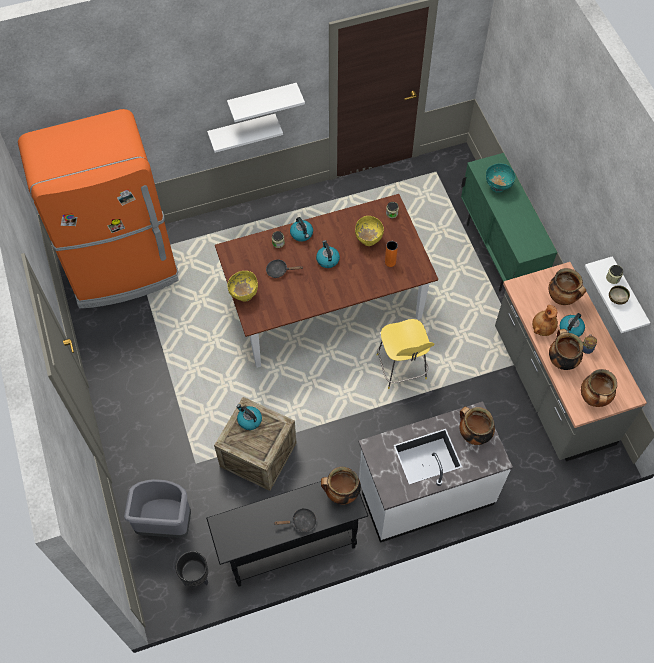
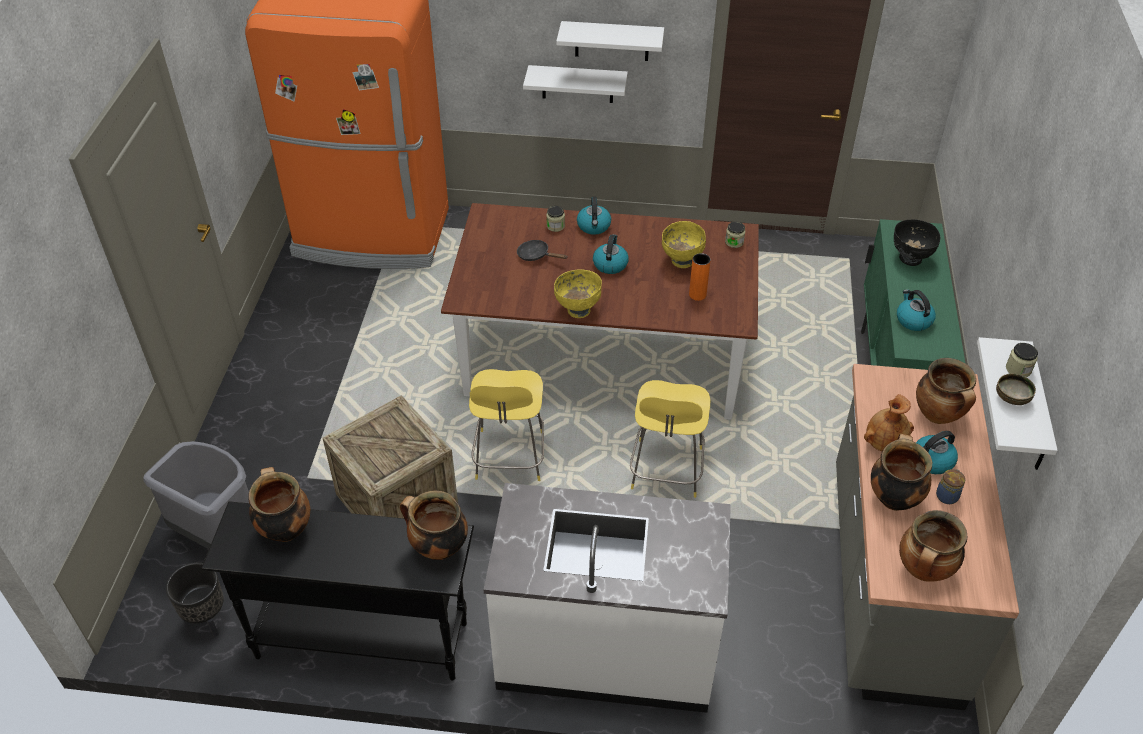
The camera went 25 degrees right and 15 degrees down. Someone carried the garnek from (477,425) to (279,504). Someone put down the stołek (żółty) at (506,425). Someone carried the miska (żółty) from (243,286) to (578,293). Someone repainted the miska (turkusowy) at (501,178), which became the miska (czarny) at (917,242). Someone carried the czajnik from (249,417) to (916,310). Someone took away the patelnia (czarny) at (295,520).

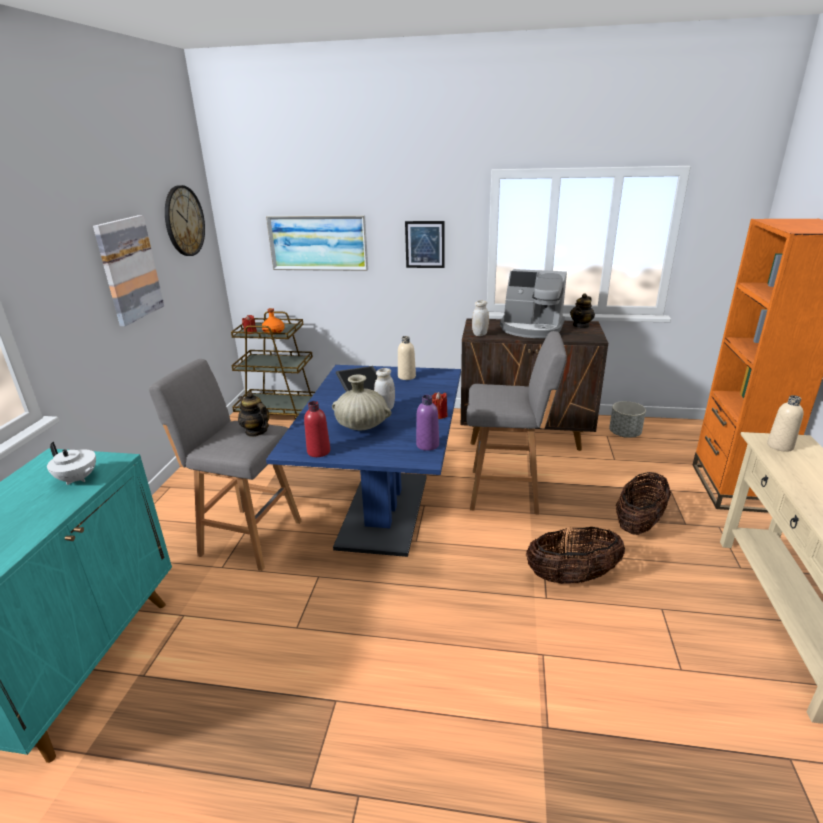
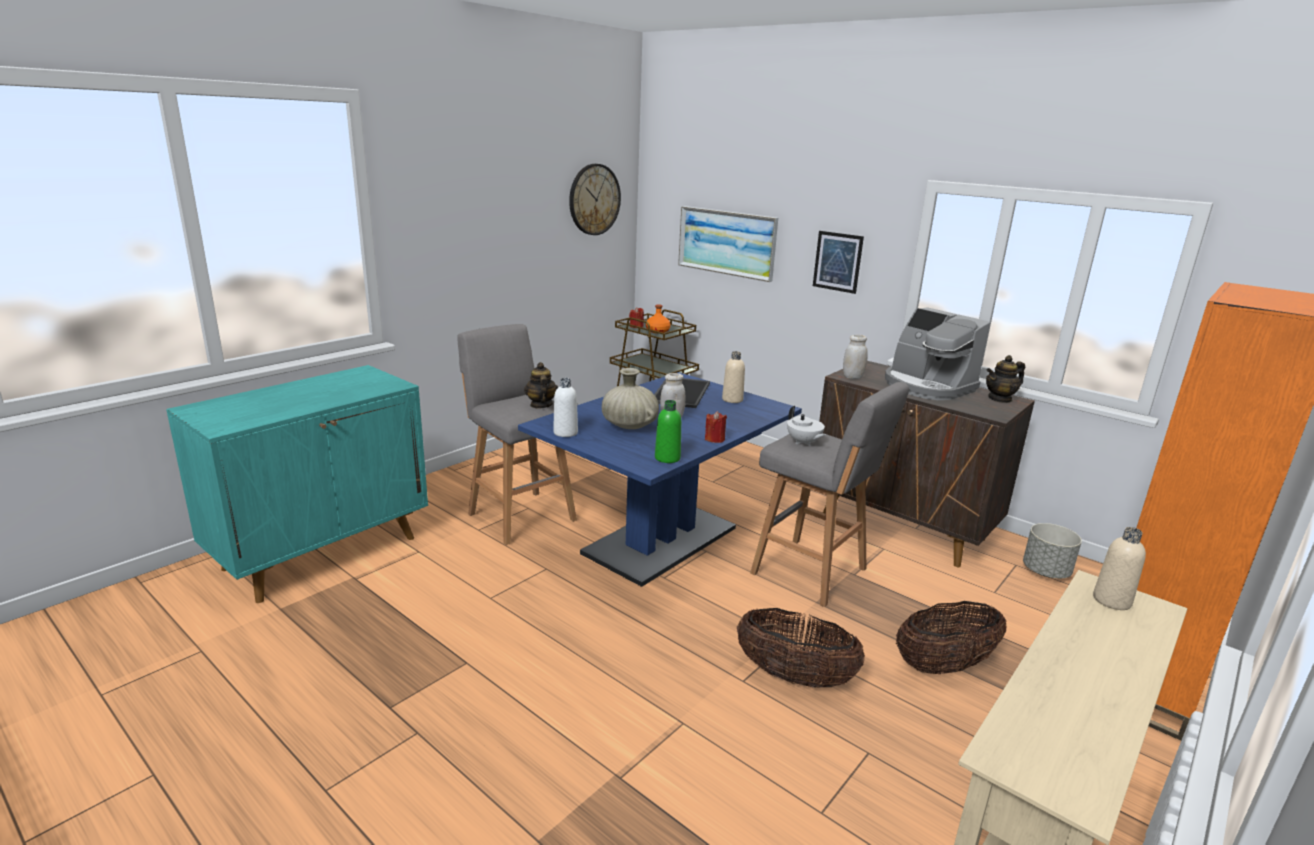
The camera went 30 degrees right and 5 degrees down. Someone repainted the butelka (czerwony) at (317,429), which became the butelka (biały) at (565,407). Someone repainted the butelka (fioletowy) at (427,423), which became the butelka (zielony) at (668,431). Someone carried the imbryk (biały) from (71,463) to (806,426). Someone took away the obraz at (128,270).

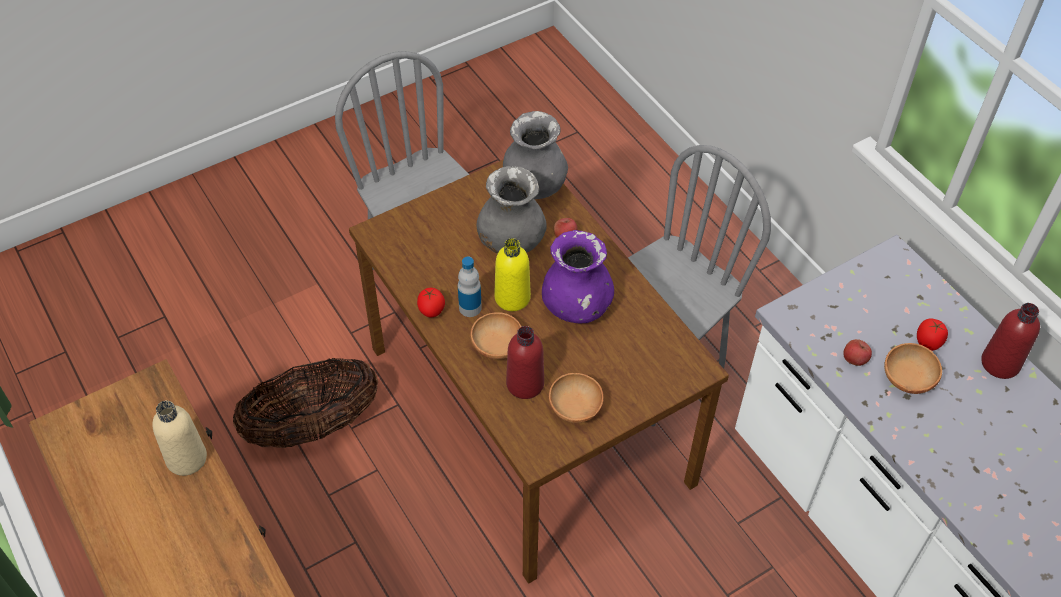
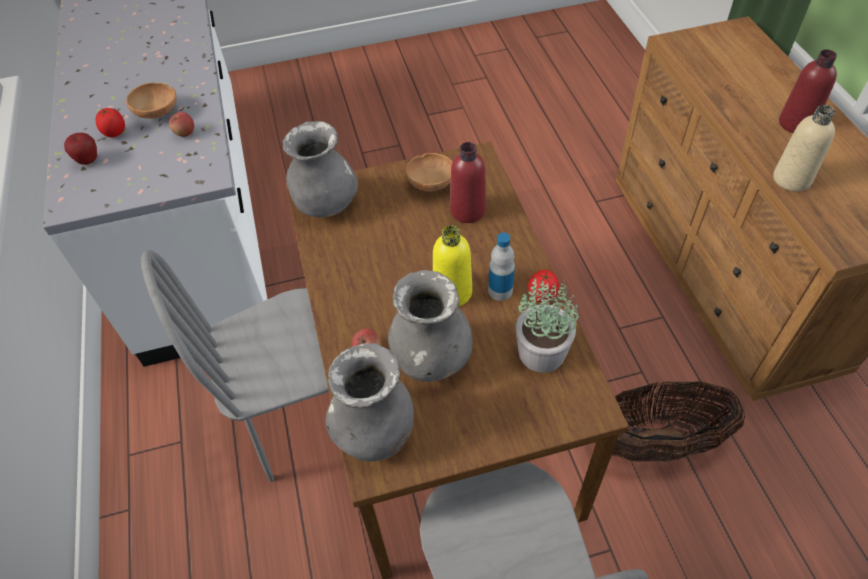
The camera went 160 degrees left and 0 degrees up. Someone put down the jabłko at (80,149). Someone put down the wazon (szary) at (320,169). Someone put down the roślina doniczkowa at (547,325). Someone carried the butelka (czerwony) from (1010,341) to (808,91). Someone took away the miska (brązowy) at (496,335). Someone took away the wazon (fioletowy) at (578,276).

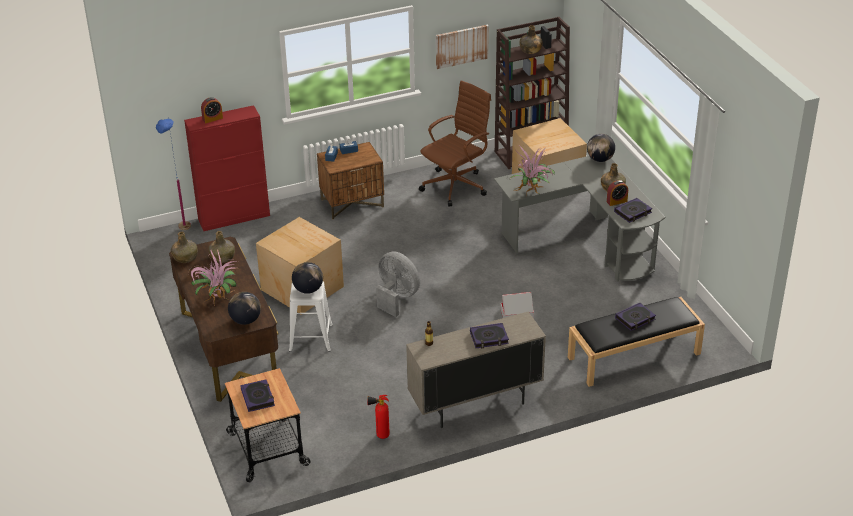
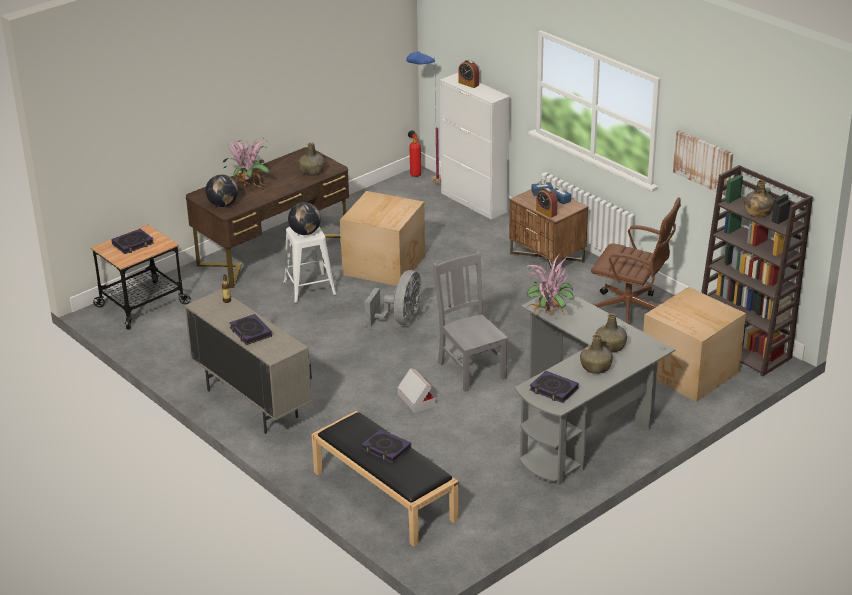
The camera went 70 degrees right and 5 degrees down. Someone carried the gaśnica from (378,417) to (414,153). Someone put down the krzesło (szary) at (470,321). Someone repainted the szafka (czerwony) at (227,168), which became the szafka (biały) at (475,146). Someone carried the budzik from (617,193) to (547,203). Someone carried the butelka (zielony) from (184,247) to (611,333). Someone took away the globus at (601,148).

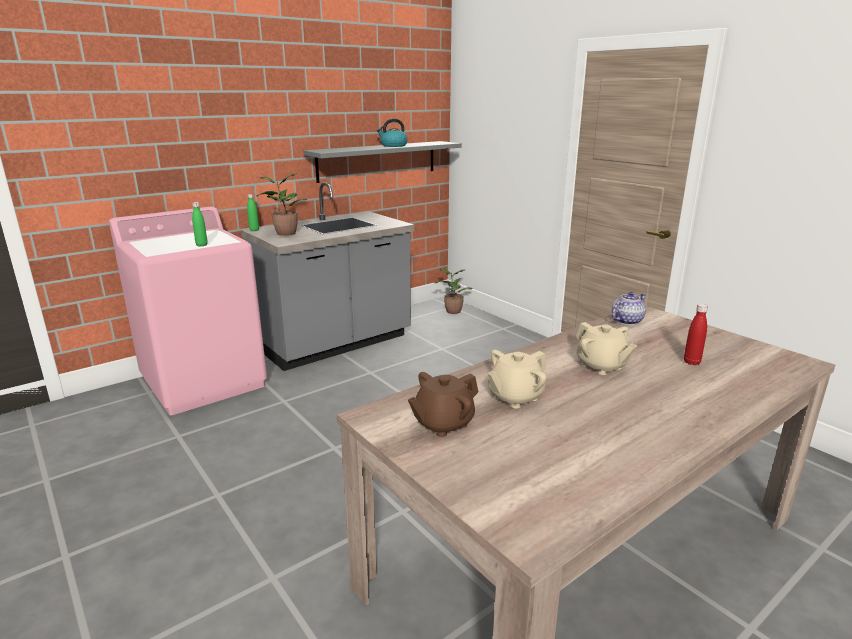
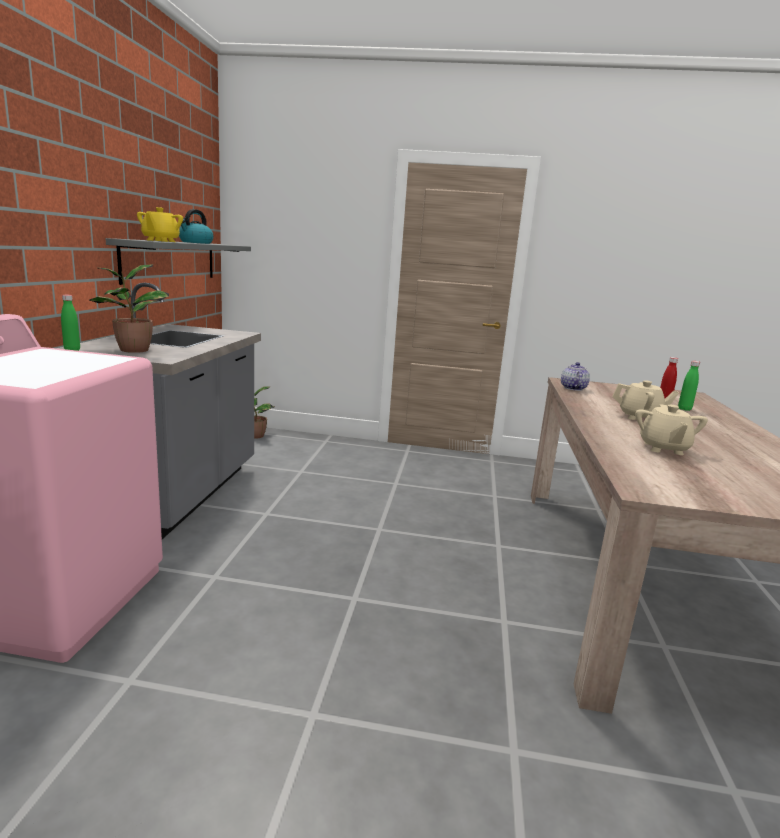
The camera went 45 degrees left and 5 degrees down. Someone put down the imbryk (żółty) at (160,224). Someone carried the butelka (zielony) from (200,224) to (689,386). Someone took away the imbryk (brązowy) at (443,404).

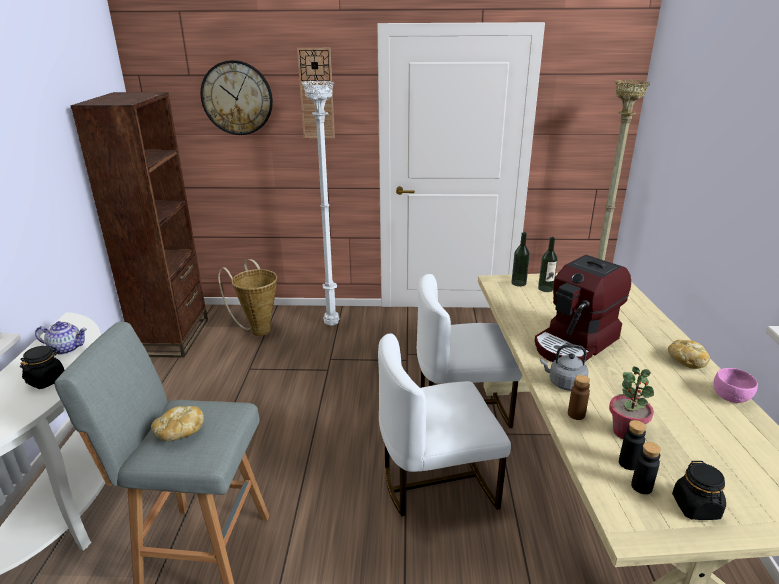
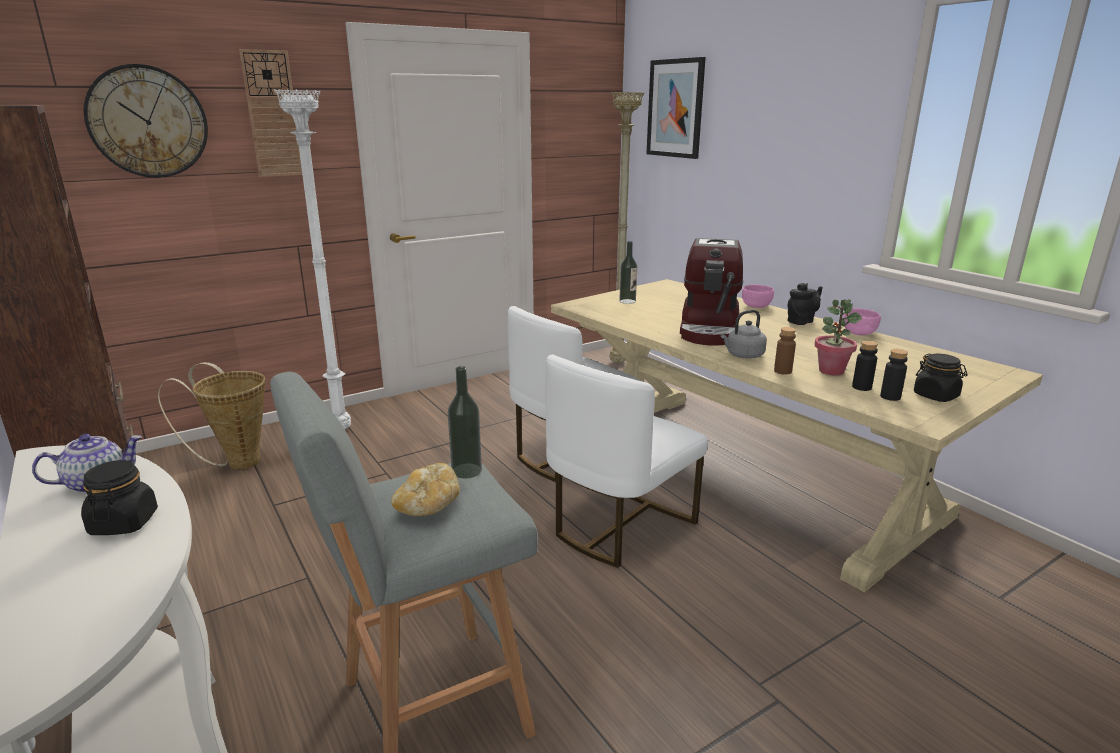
The camera went 35 degrees left and 5 degrees down. Someone carried the butelka from (520,259) to (465,422). Someone put up the obraz at (676,108). Someone put down the miska (różowy) at (758,296). Someone swapped the chleb at (689,354) for the imbryk (czarny) at (805,304).

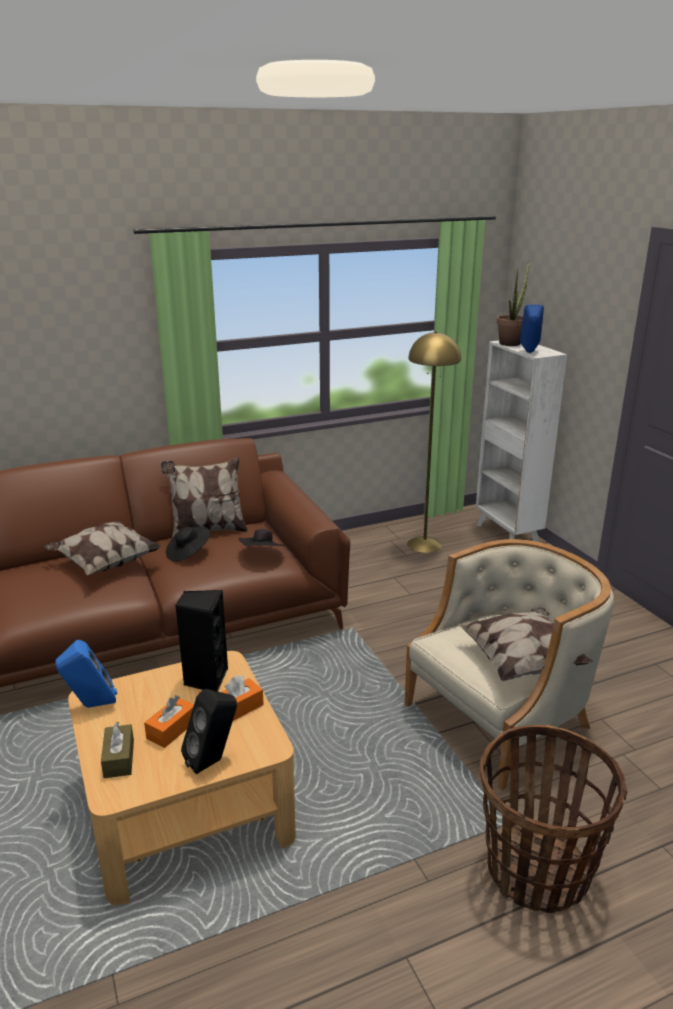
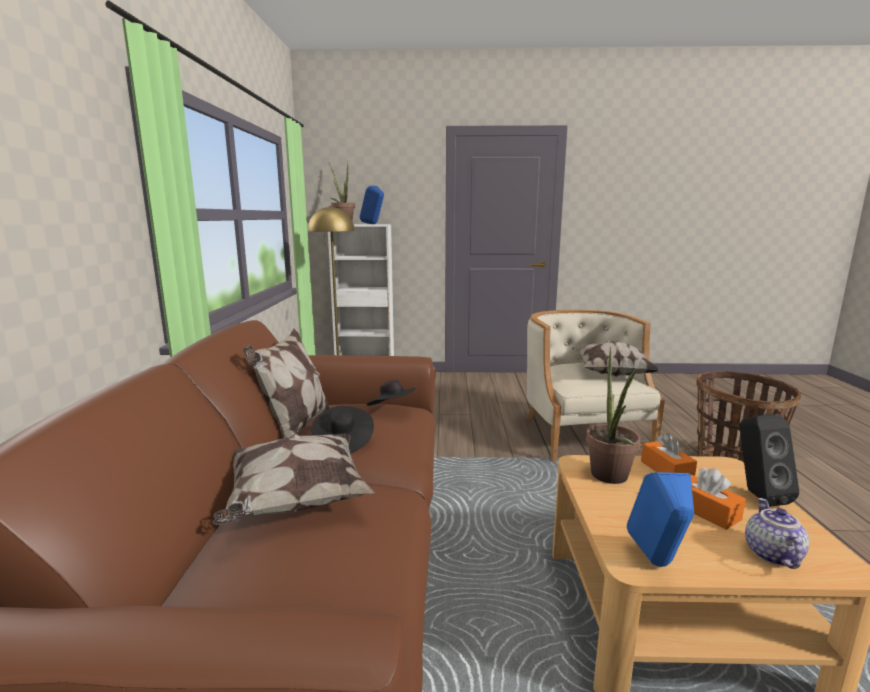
The camera went 65 degrees left and 10 degrees down. Someone swapped the głośnik (czarny) at (201,640) for the roślina doniczkowa at (613,415). Someone swapped the pudełko chusteczek (brązowy) at (117,750) for the imbryk at (777,533).

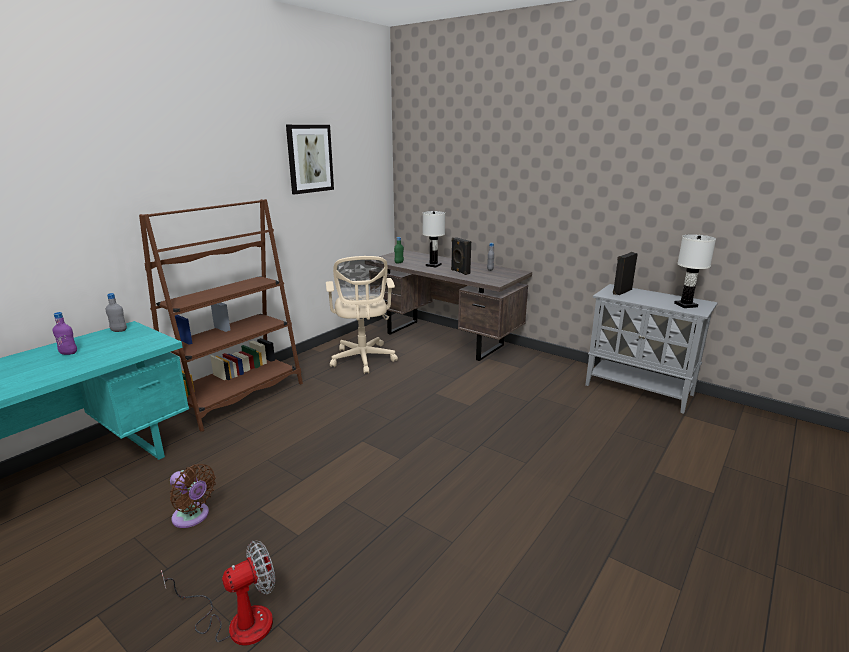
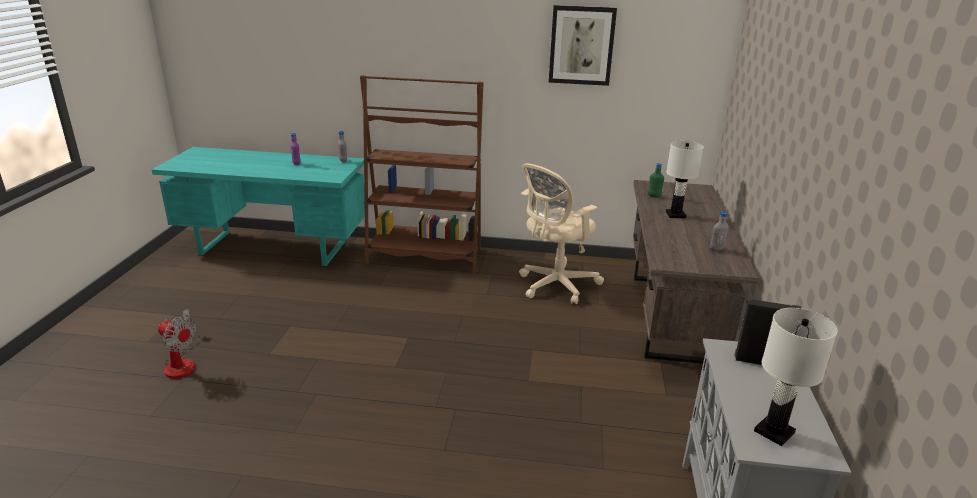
The camera went 60 degrees right and 5 degrees up. Someone took away the wentylator (brązowy) at (193,496). Someone took away the głośnik (czarny) at (461,256).

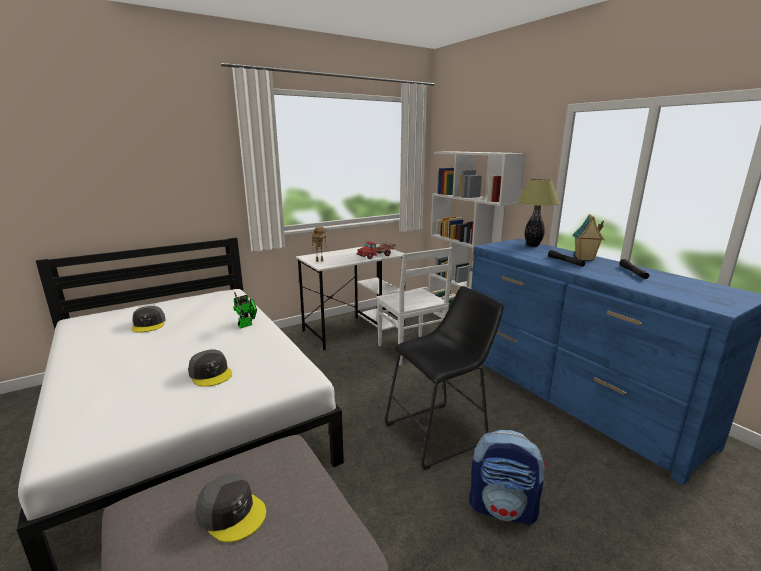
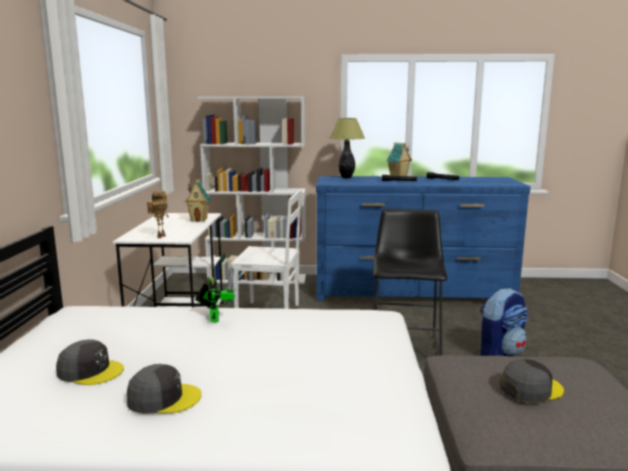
The camera went 55 degrees left and 5 degrees down. Someone carried the czapka z daszkiem (szary) from (210,368) to (164,389). Someone swapped the ciężarówka zabawkowa at (375,250) for the domek at (198,200).

